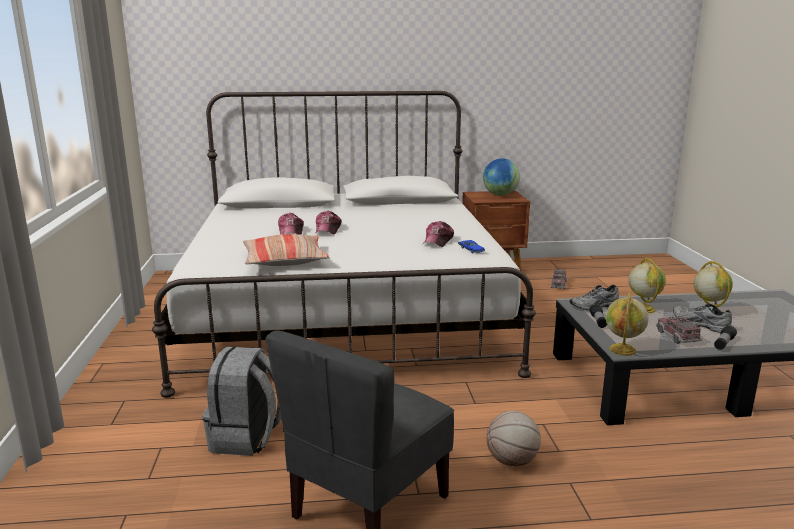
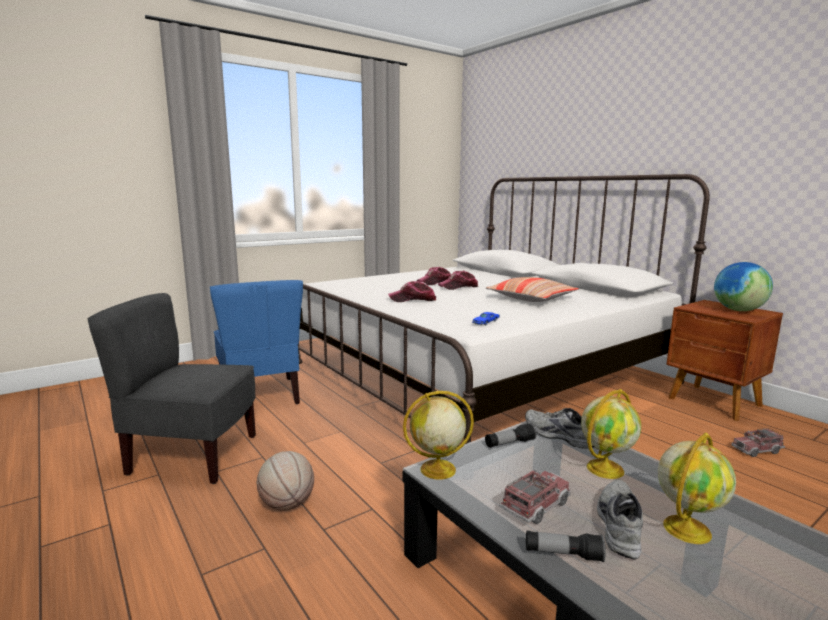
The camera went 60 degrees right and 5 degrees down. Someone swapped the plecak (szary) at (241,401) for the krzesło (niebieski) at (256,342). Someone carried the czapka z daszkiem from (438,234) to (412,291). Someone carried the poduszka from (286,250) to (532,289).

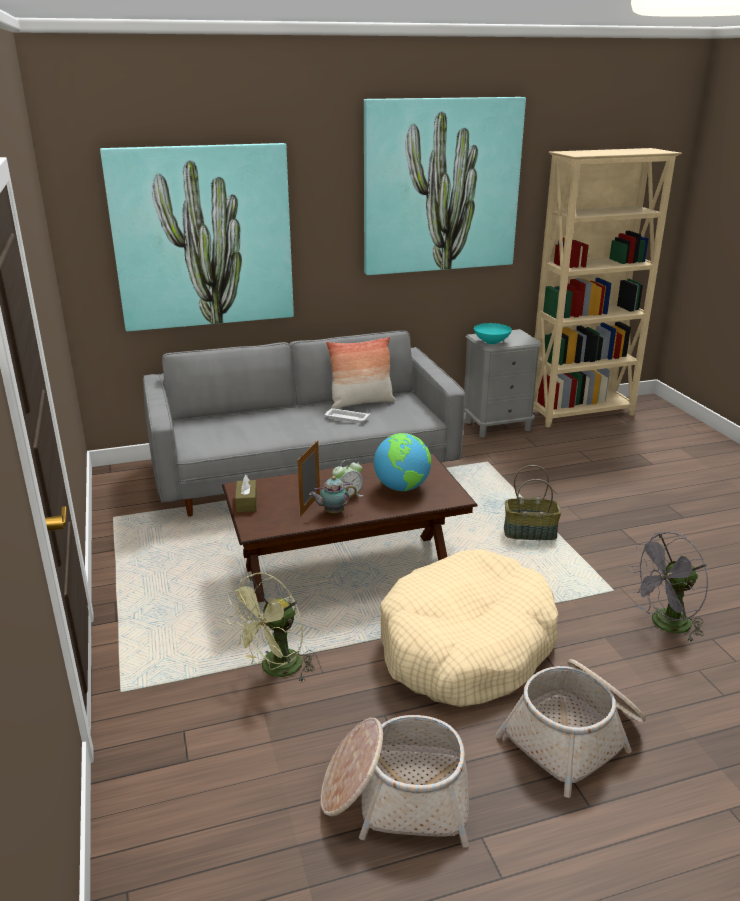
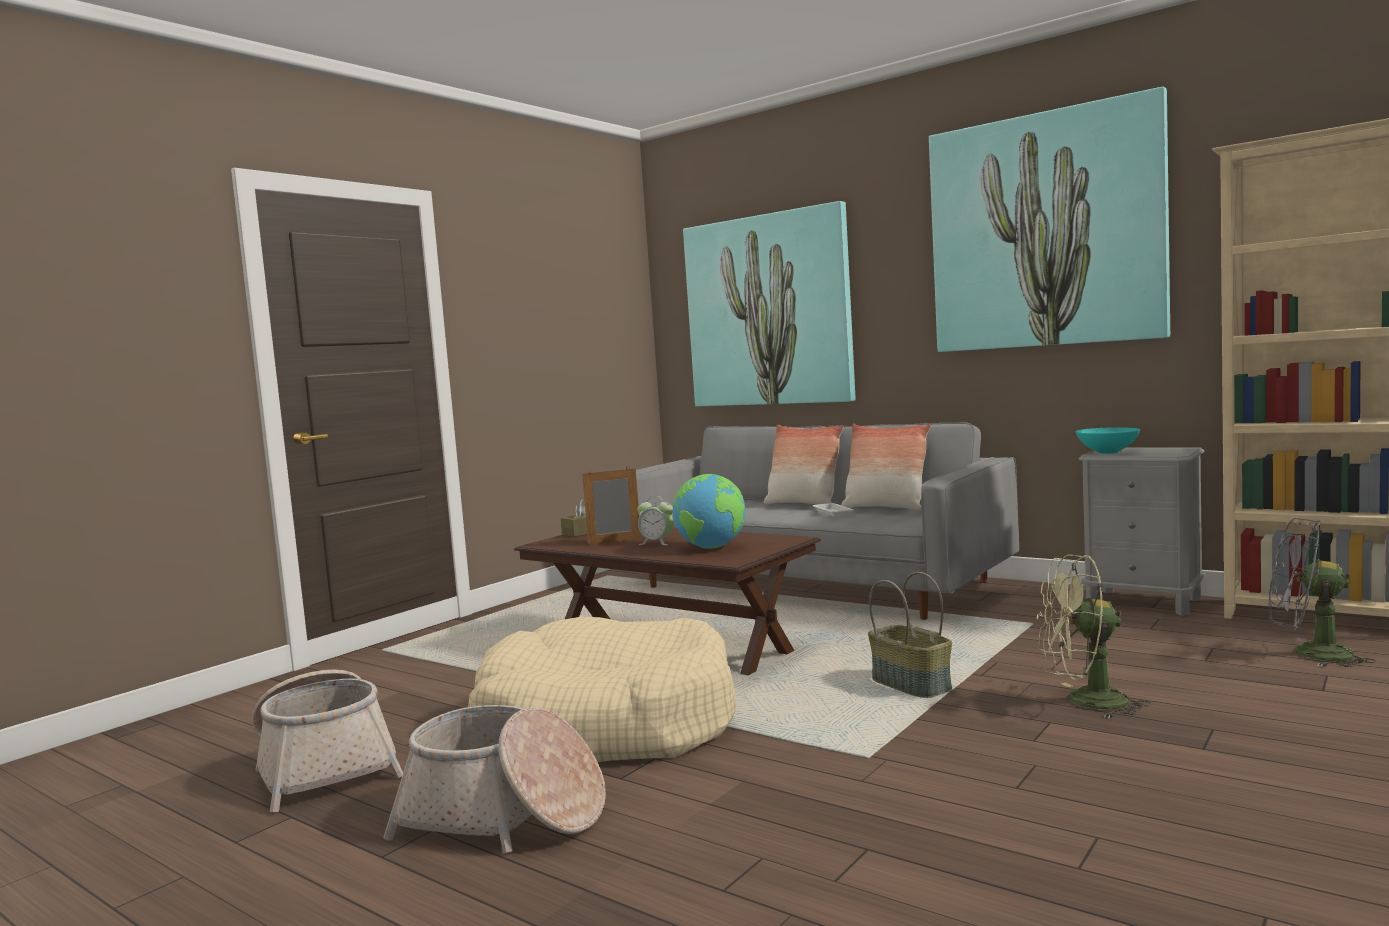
The camera went 55 degrees right and 20 degrees down. Someone put down the poduszka at (803,464). Someone carried the wentylator (zielony) from (270,627) to (1094,637). Someone carried the wentylator (szary) from (668,587) to (1322,592). Someone took away the imbryk at (333,494).

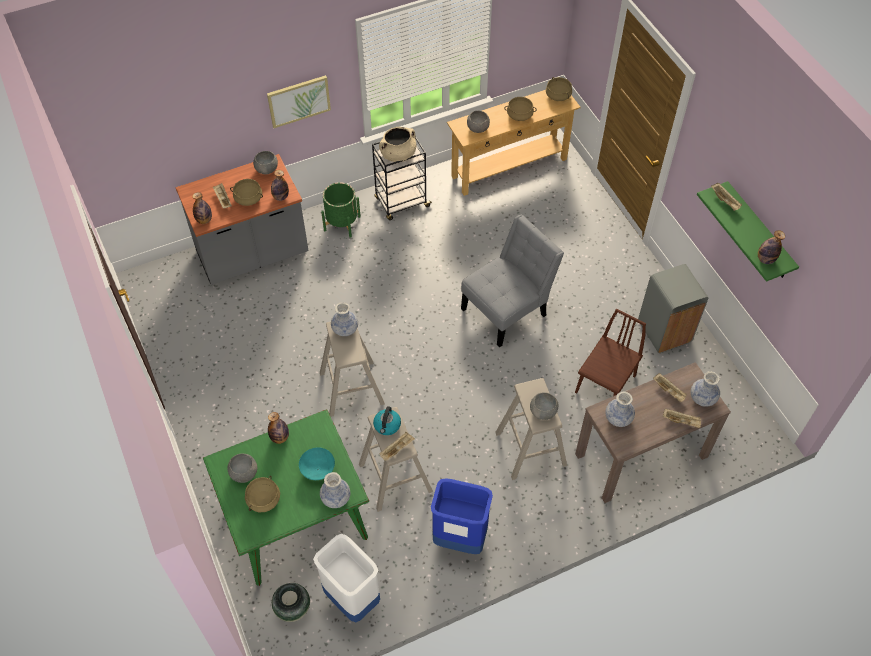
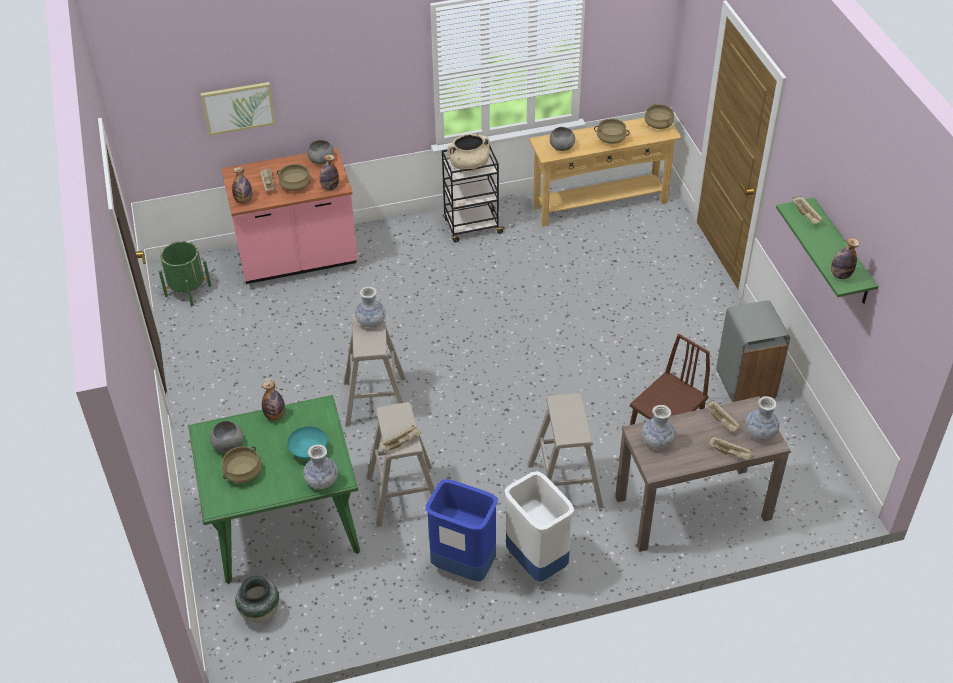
The camera went 10 degrees right and 10 degrees down. Someone carried the donica (zielony) from (341,210) to (185,273). Someone carried the obraz from (299,101) to (238,109). Someone repainted the zabudowa kuchenna (szary) at (242,219), which became the zabudowa kuchenna (różowy) at (289,216). Someone carried the kosz na śmieci (biały) from (346,578) to (539,526). Someone took away the czajnik at (387,420). Someone took away the krzesło (szary) at (512,281). Someone took away the miska (szary) at (544,406).

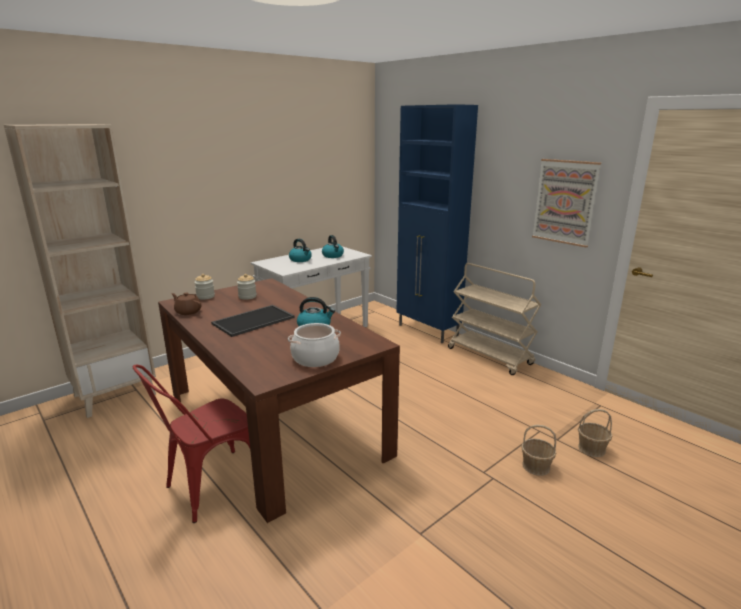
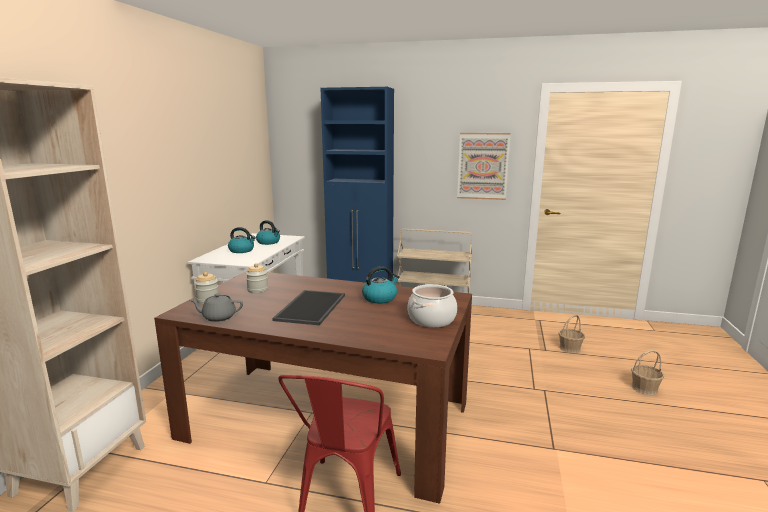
The camera went 35 degrees left and 5 degrees down. Someone repainted the imbryk (brązowy) at (186,304), which became the imbryk (szary) at (216,307). Someone carried the koszyk from (539,450) to (647,372).

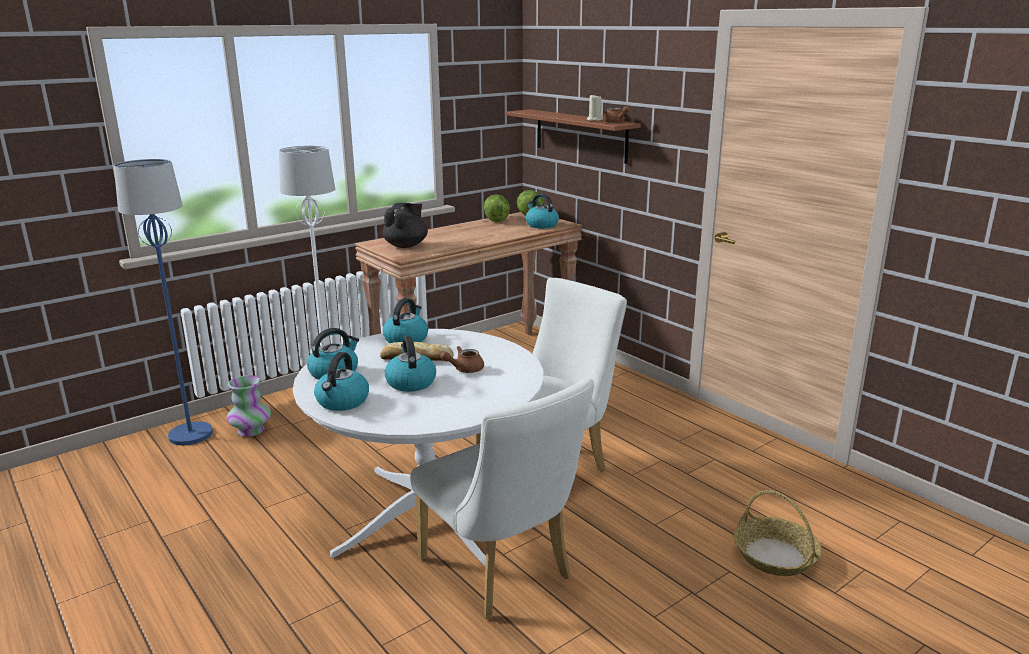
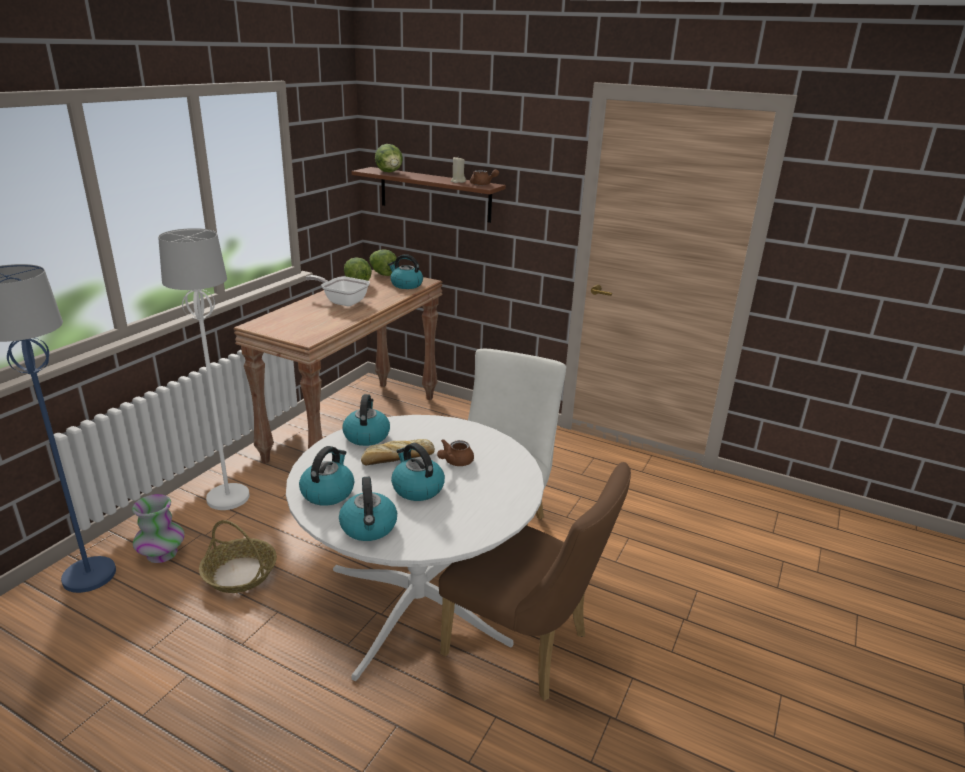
The camera went 25 degrees left and 5 degrees up. Someone carried the koszyk from (778,533) to (238,556). Someone put down the patelnia at (338,290). Someone put down the sałata at (389,158). Someone repainted the krzesło (biały) at (502,498), which became the krzesło (brązowy) at (535,581). Someone took away the imbryk (czarny) at (405,225).

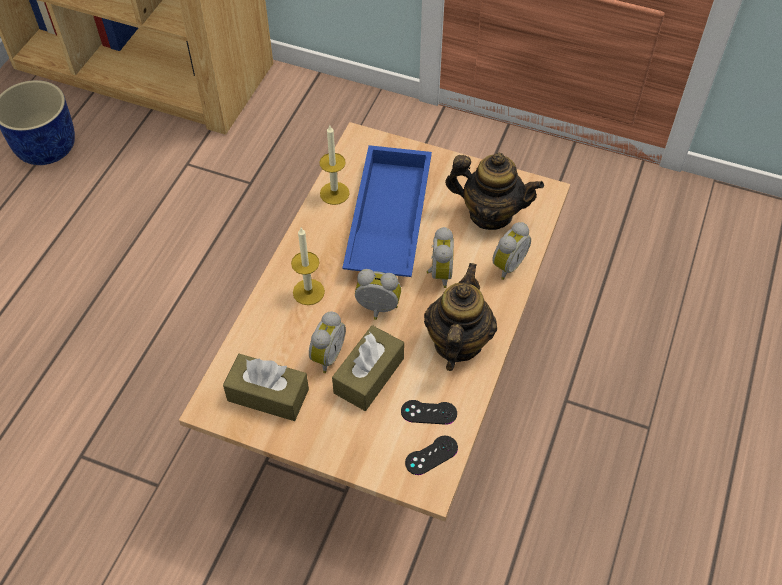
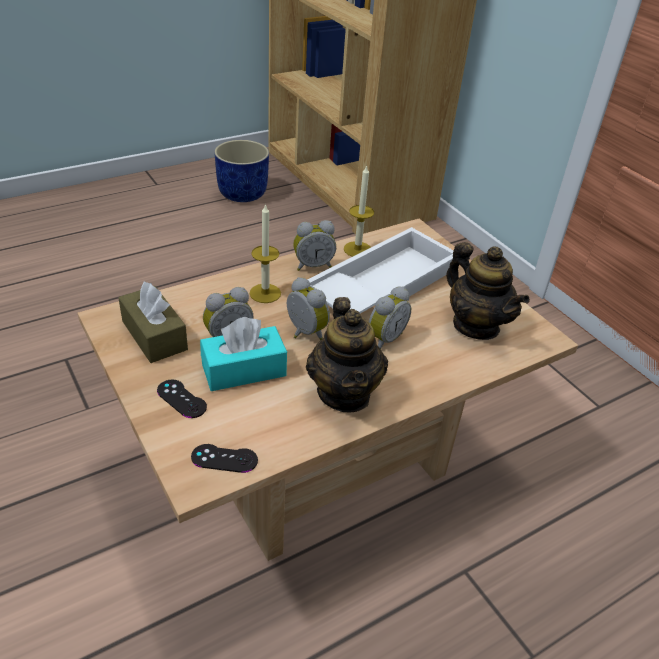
The camera went 35 degrees right and 15 degrees down. Someone carried the pad do gier (czarny) from (429,412) to (182,399). Someone repainted the pudełko chusteczek (brązowy) at (368,368), which became the pudełko chusteczek (turkusowy) at (243,354). Someone carried the budzik from (511,251) to (314,245). Someone rotated the imbryk at (460,317) by 120 degrees clockwise. Someone repainted the taca (niebieski) at (387,211), which became the taca (biały) at (380,270).

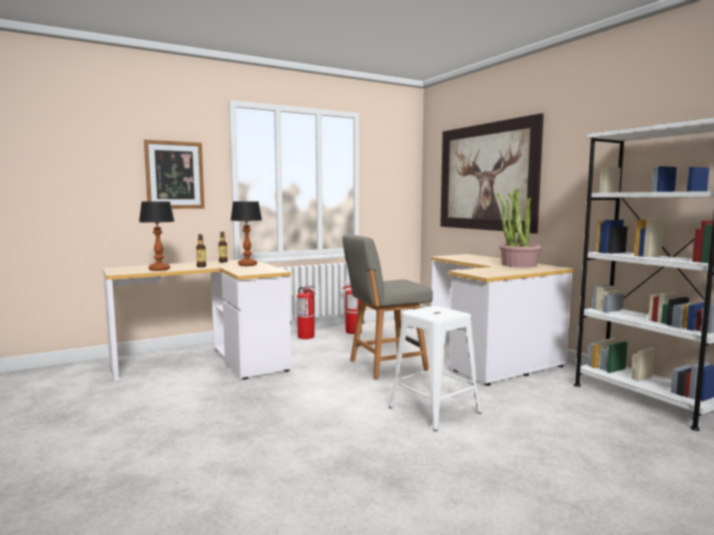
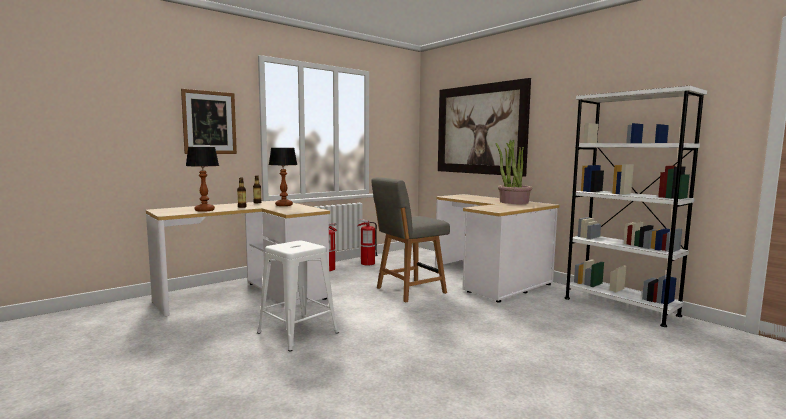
The camera went 10 degrees left and 0 degrees up. Someone carried the stołek (biały) from (435,368) to (298,296).

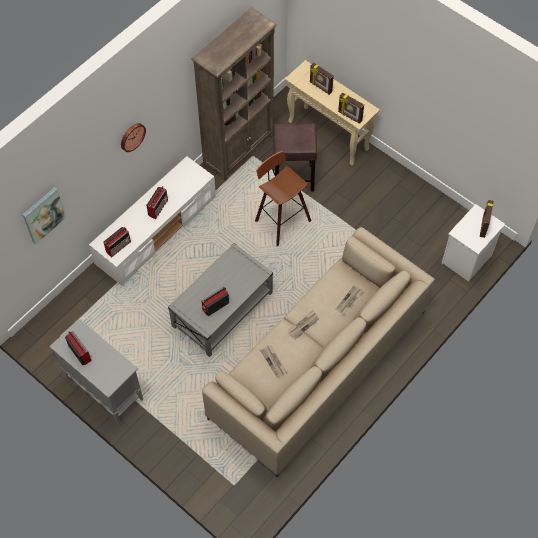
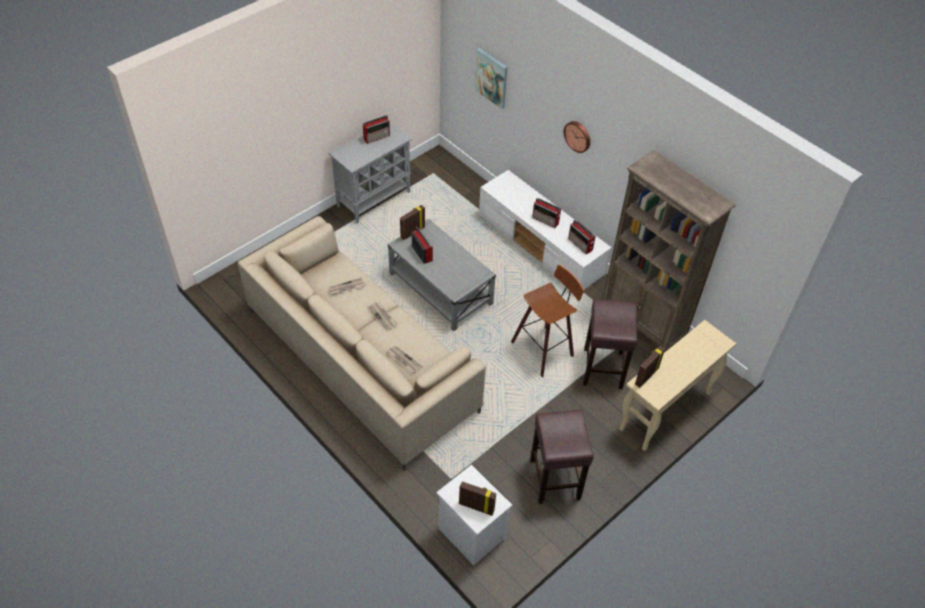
The camera went 95 degrees right and 10 degrees down. Someone carried the ramka na zdjęcie from (322,79) to (412,222). Someone put down the stołek (brązowy) at (562,457). Someone carried the radio from (117,242) to (582,237).

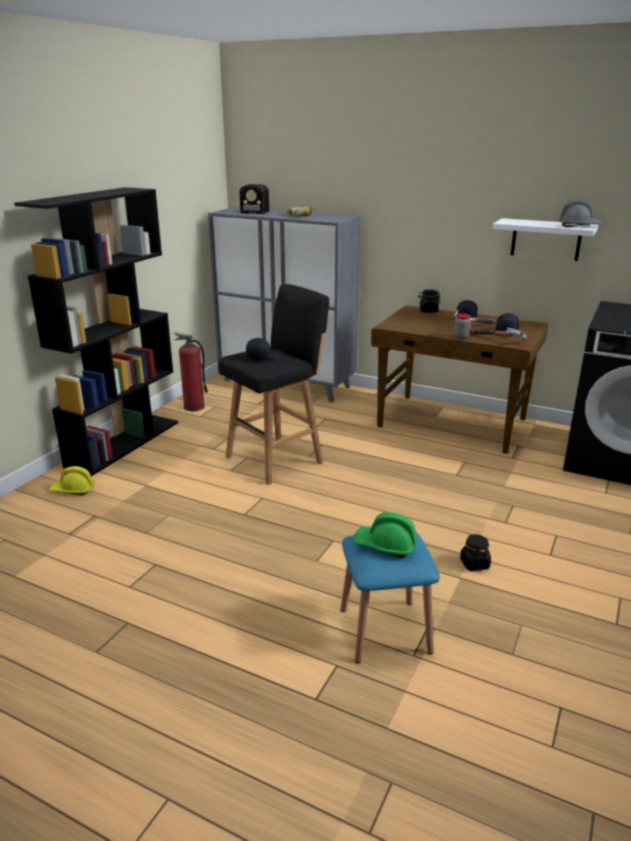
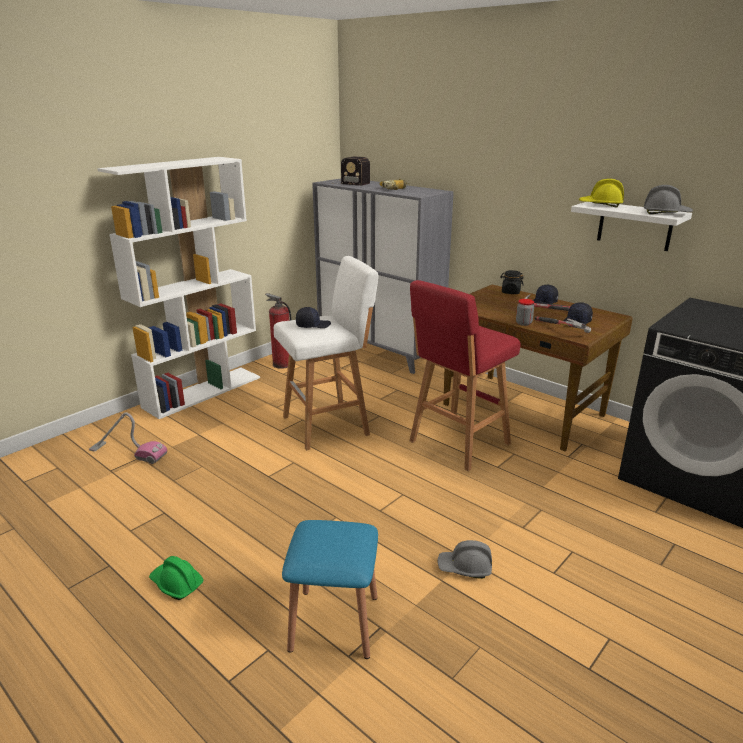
The camera went 15 degrees right and 0 degrees up. Someone put down the odkurzacz at (128,438). Someone repainted the regał (czarny) at (96,331), which became the regał (biały) at (178,288). Someone carried the kask (zielony) from (385,535) to (176,578). Someone repainted the stołek (czarny) at (273,384), which became the stołek (biały) at (326,353). Someone put down the stołek (czerwony) at (465,375). Someone swapped the słoik (czarny) at (475,552) for the kask (szary) at (464,559). Someone carried the kask (żółty) from (72,480) to (601,193).

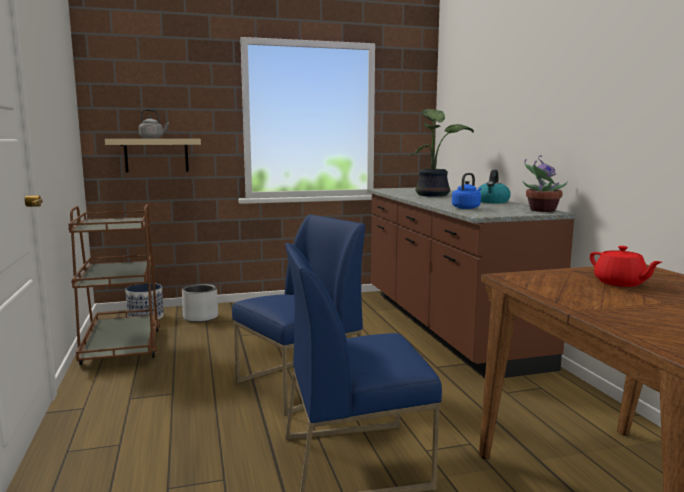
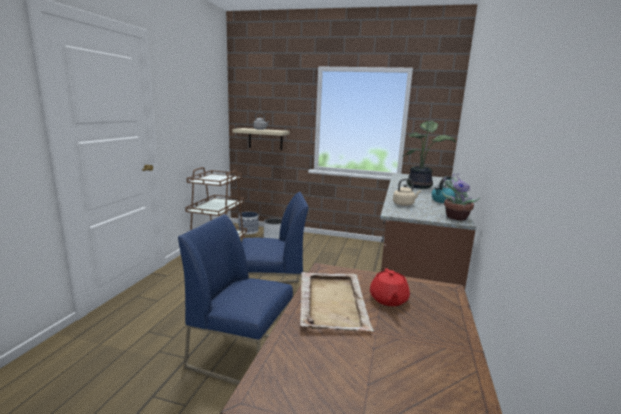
The camera went 30 degrees right and 5 degrees up. Someone put down the taca (beżowy) at (337,301). Someone repainted the czajnik (niebieski) at (466,191), which became the czajnik (beżowy) at (407,192).

